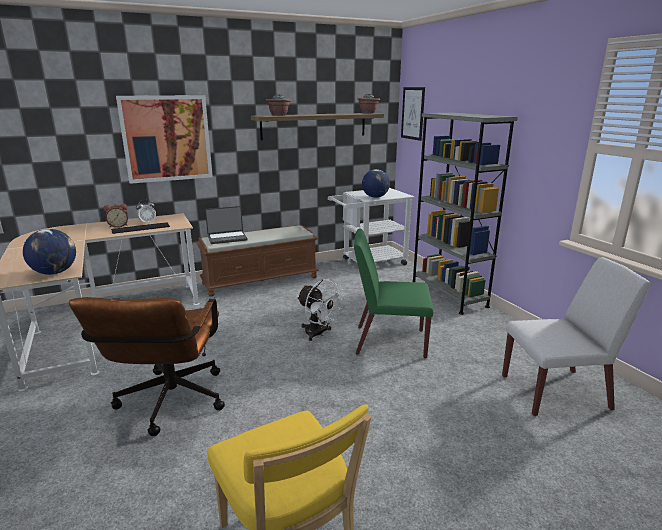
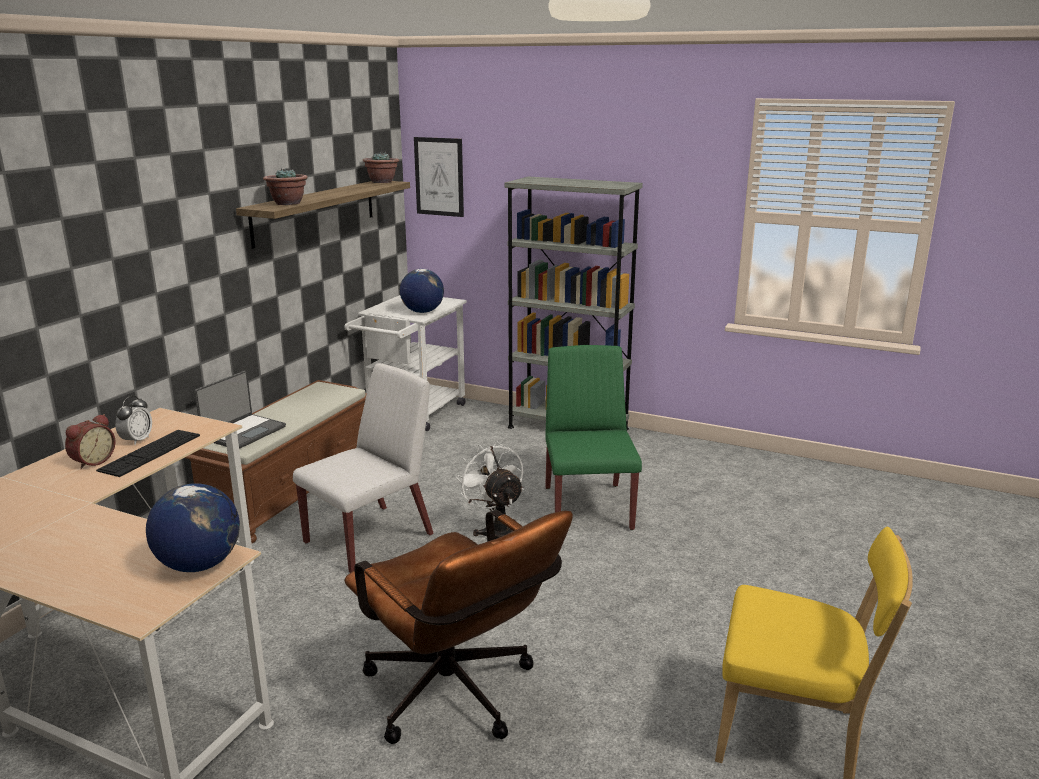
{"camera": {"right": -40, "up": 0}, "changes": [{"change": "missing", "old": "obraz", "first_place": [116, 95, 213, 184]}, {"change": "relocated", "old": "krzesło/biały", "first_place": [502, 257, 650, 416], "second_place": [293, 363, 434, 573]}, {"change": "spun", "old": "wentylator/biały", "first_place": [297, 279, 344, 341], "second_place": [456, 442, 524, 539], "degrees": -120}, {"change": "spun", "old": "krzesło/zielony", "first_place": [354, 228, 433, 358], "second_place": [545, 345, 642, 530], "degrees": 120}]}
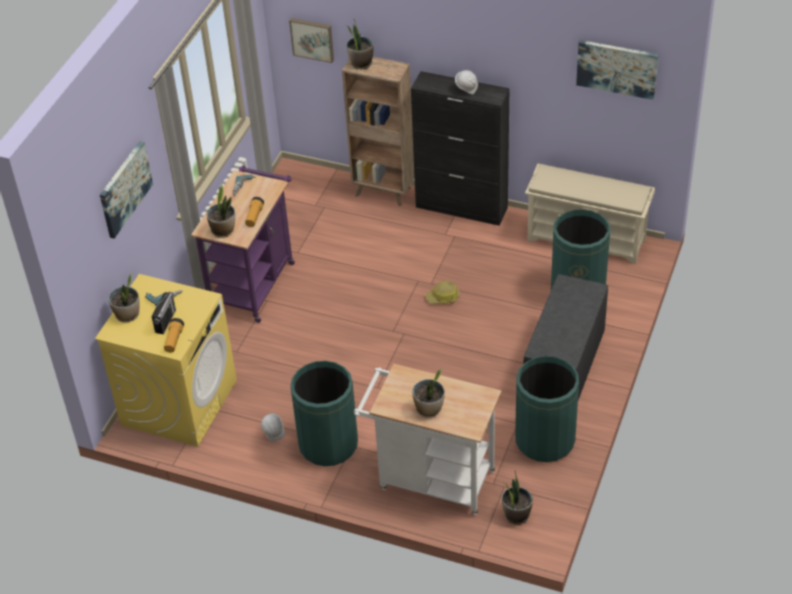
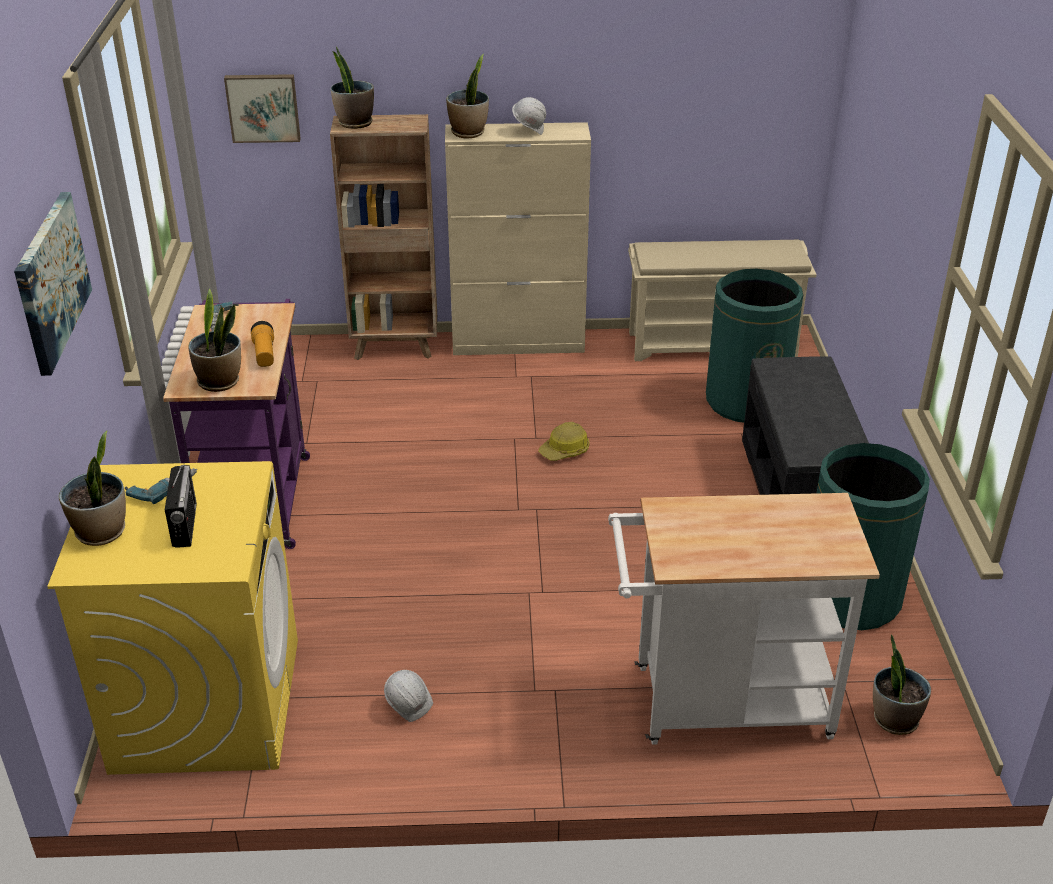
{"camera": {"right": -25, "up": -10}, "changes": [{"change": "missing", "old": "latarka", "first_place": [164, 318, 184, 352]}, {"change": "missing", "old": "kosz na śmieci/zielony", "first_place": [290, 361, 358, 466]}, {"change": "missing", "old": "obraz", "first_place": [576, 40, 659, 100]}, {"change": "relocated", "old": "roślina doniczkowa", "first_place": [412, 368, 445, 418], "second_place": [446, 54, 489, 138]}, {"change": "colour", "old": "szafka/czarny", "new": "szafka/beżowy", "first_place": [411, 71, 510, 226], "second_place": [445, 122, 591, 355]}]}
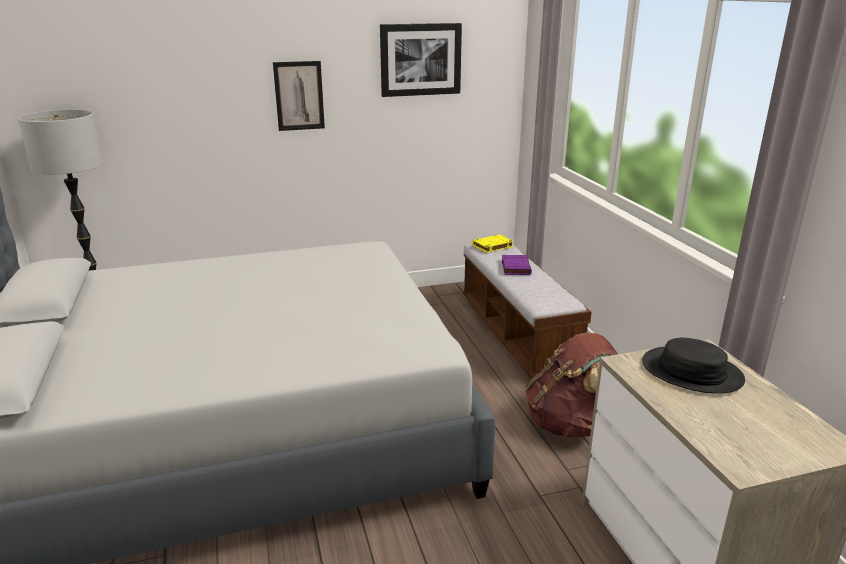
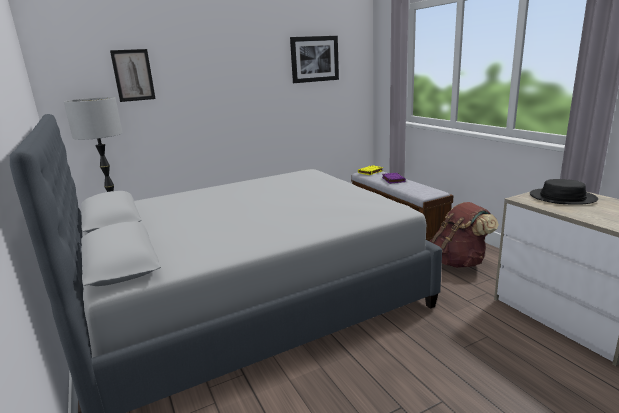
{"camera": {"right": -10, "up": -5}, "changes": [{"change": "relocated", "old": "obraz", "first_place": [273, 61, 325, 131], "second_place": [110, 49, 156, 102]}]}
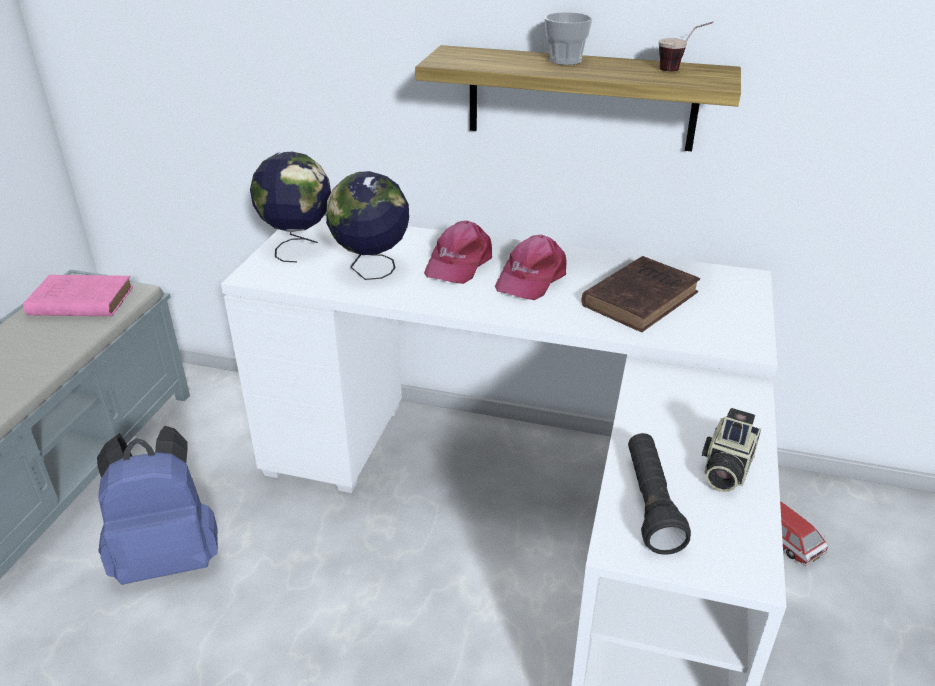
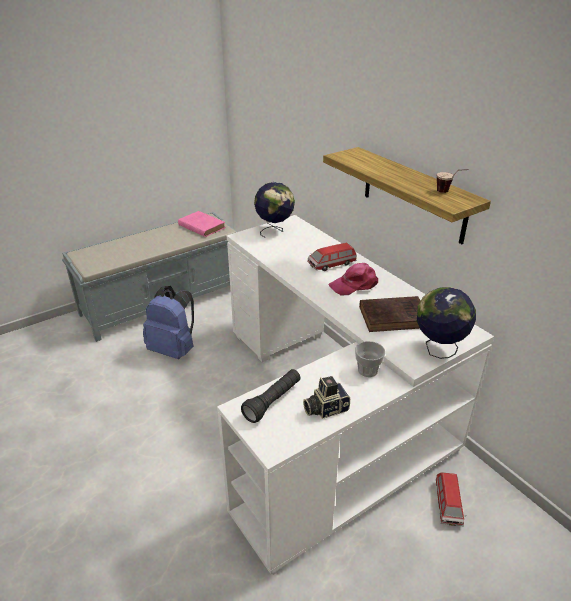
{"camera": {"right": 40, "up": 0}, "changes": [{"change": "relocated", "old": "globus", "first_place": [326, 171, 409, 280], "second_place": [417, 287, 476, 359]}, {"change": "relocated", "old": "filiżanka", "first_place": [545, 12, 592, 65], "second_place": [355, 341, 385, 377]}, {"change": "exchanged", "old": "czapka z daszkiem/różowy", "new": "samochodzik", "first_place": [424, 220, 492, 284], "second_place": [307, 243, 357, 271]}]}
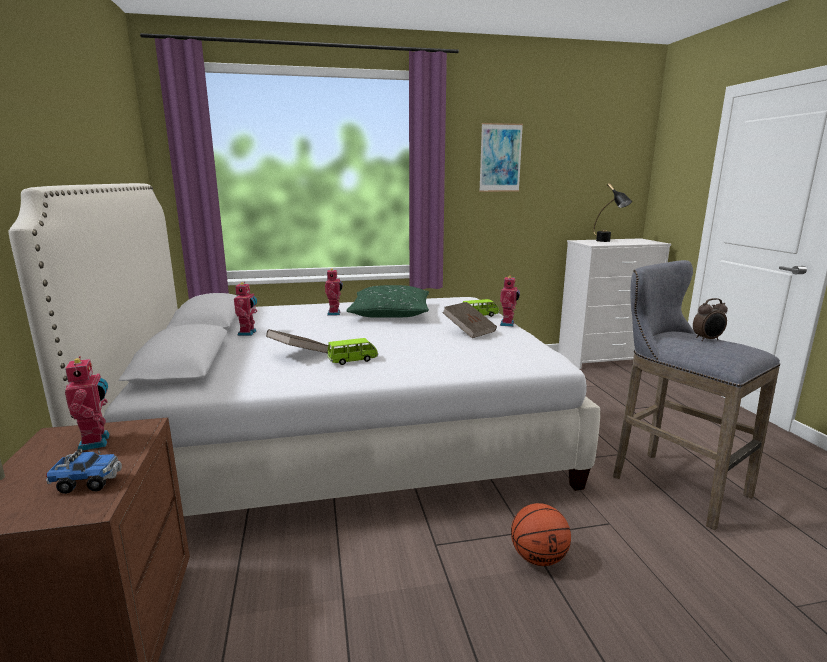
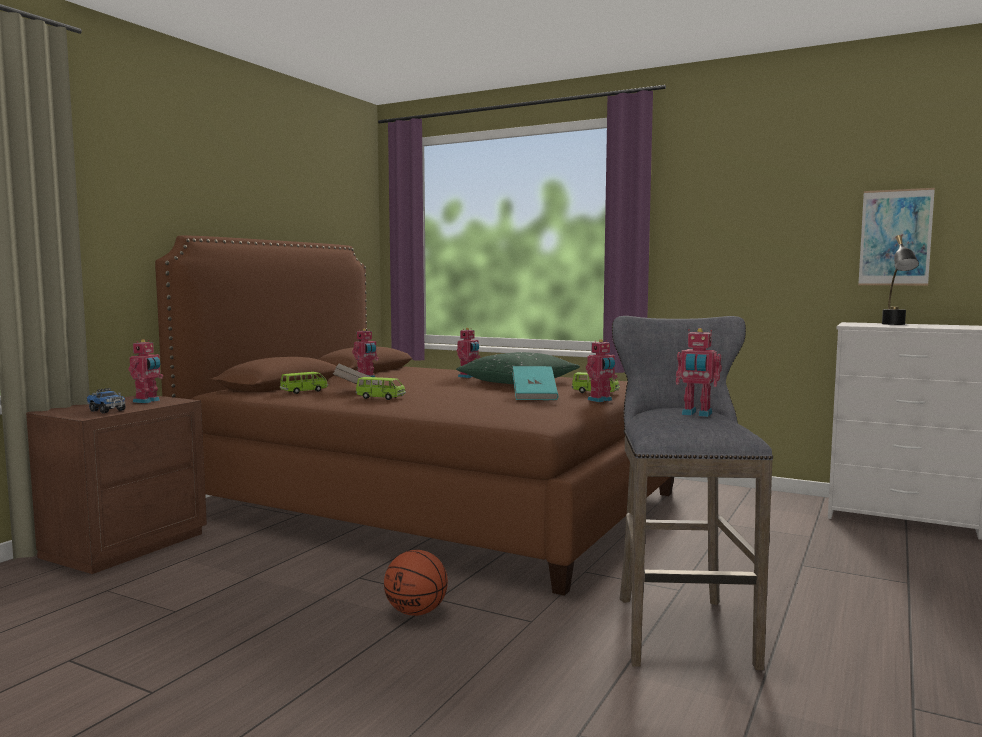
{"camera": {"right": 40, "up": -10}, "changes": [{"change": "appeared", "new": "samochodzik/zielony", "second_place": [280, 372, 328, 394]}, {"change": "relocated", "old": "obraz", "first_place": [479, 123, 523, 192], "second_place": [858, 188, 935, 285]}, {"change": "exchanged", "old": "budzik", "new": "robot zabawkowy", "first_place": [693, 298, 728, 341], "second_place": [676, 328, 722, 417]}, {"change": "colour", "old": "łóżko/biały", "new": "łóżko/brązowy", "first_place": [9, 183, 600, 516], "second_place": [155, 235, 674, 596]}, {"change": "colour", "old": "książka/brązowy", "new": "książka/turkusowy", "first_place": [442, 302, 497, 338], "second_place": [512, 366, 558, 400]}]}
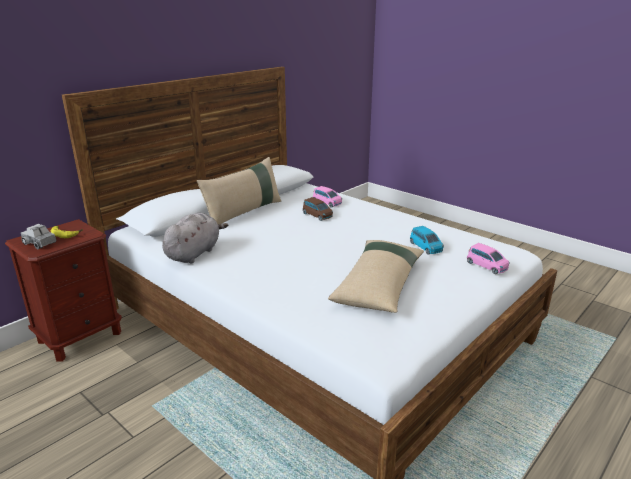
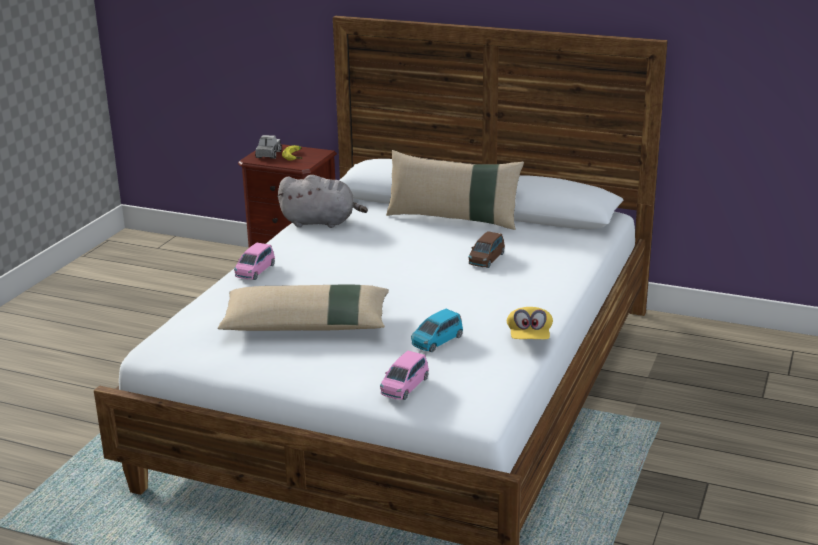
{"camera": {"right": 70, "up": 0}, "changes": [{"change": "appeared", "new": "czapka z daszkiem/żółty", "second_place": [507, 307, 553, 339]}, {"change": "relocated", "old": "samochodzik/różowy", "first_place": [313, 186, 342, 208], "second_place": [234, 243, 275, 280]}]}
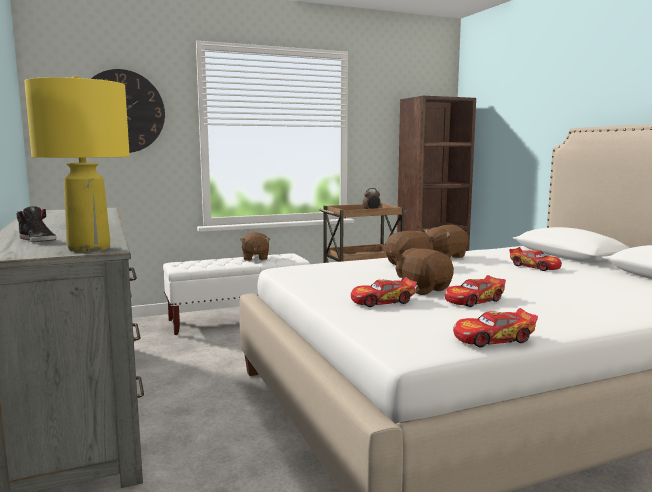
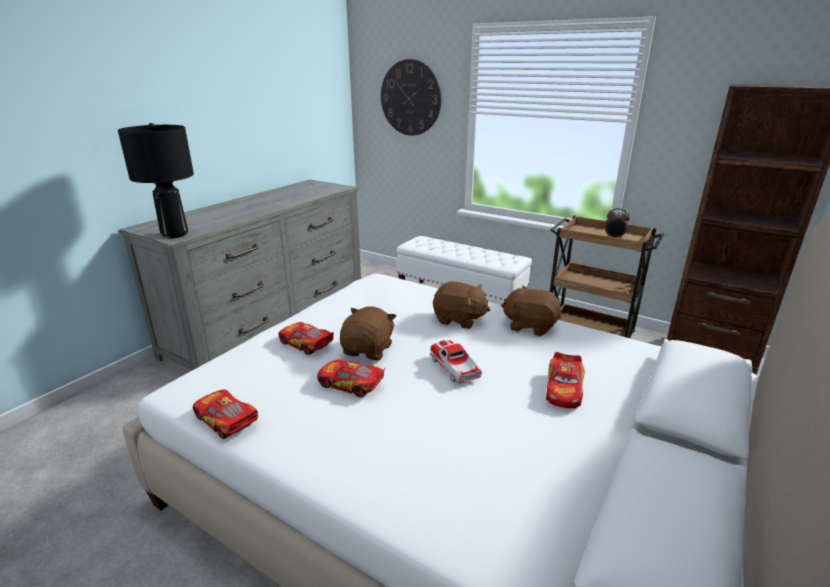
{"camera": {"right": 55, "up": 15}, "changes": [{"change": "missing", "old": "but/czarny", "first_place": [17, 206, 56, 242]}, {"change": "missing", "old": "pluszak/brązowy", "first_place": [240, 232, 270, 261]}, {"change": "appeared", "new": "samochodzik", "second_place": [430, 340, 482, 383]}, {"change": "colour", "old": "lampa stołowa/żółty", "new": "lampa stołowa/czarny", "first_place": [24, 76, 130, 252], "second_place": [118, 123, 194, 238]}]}
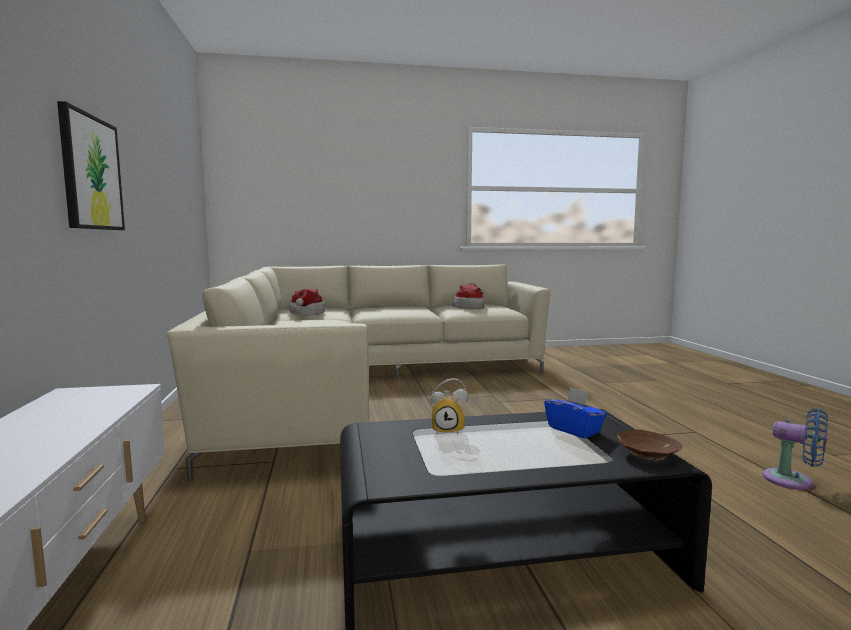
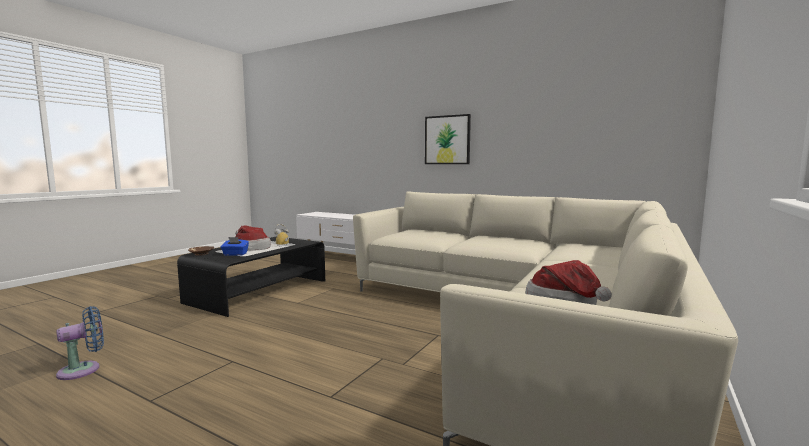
{"camera": {"right": 130, "up": 0}, "changes": [{"change": "relocated", "old": "kapelusz", "first_place": [289, 289, 325, 315], "second_place": [235, 225, 271, 251]}, {"change": "spun", "old": "wentylator/niebieski", "first_place": [763, 408, 828, 490], "second_place": [56, 306, 104, 380], "degrees": 150}]}
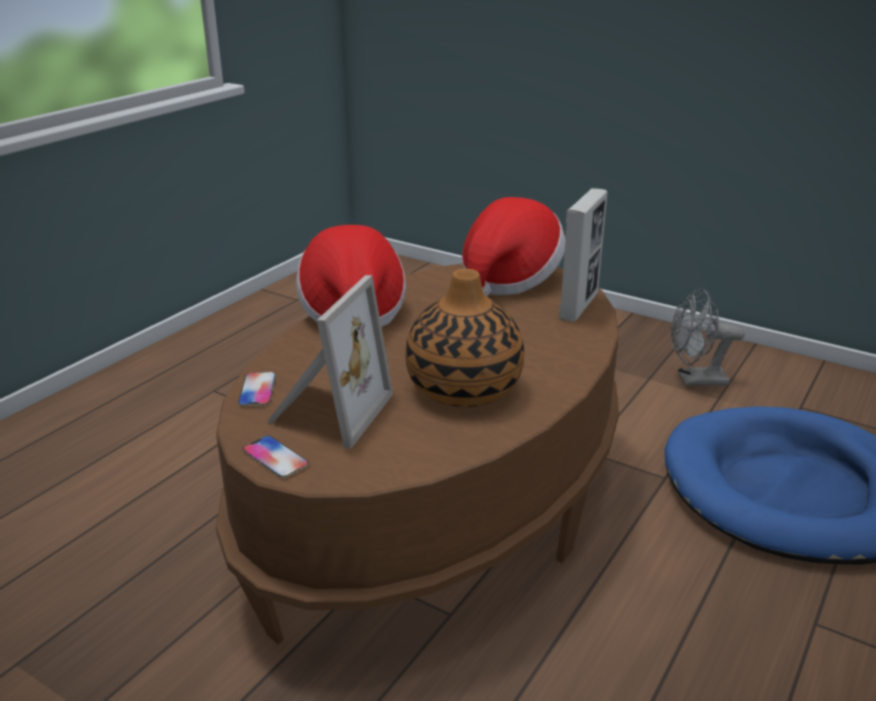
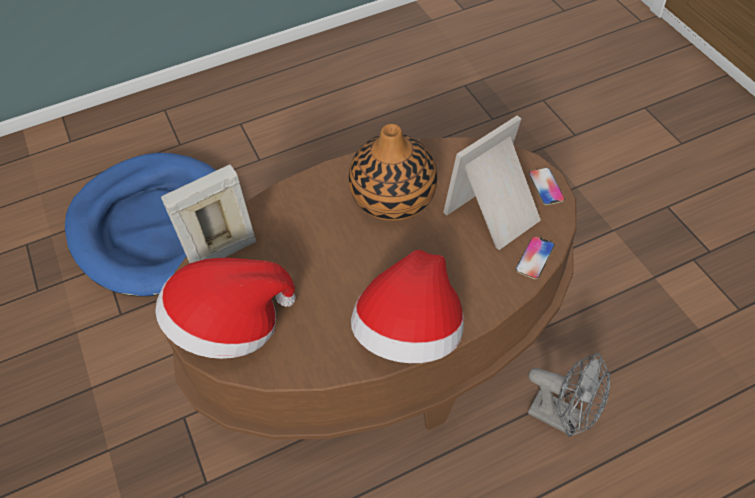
{"camera": {"right": -145, "up": 25}, "changes": [{"change": "relocated", "old": "wentylator/szary", "first_place": [671, 288, 745, 386], "second_place": [528, 353, 610, 437]}]}
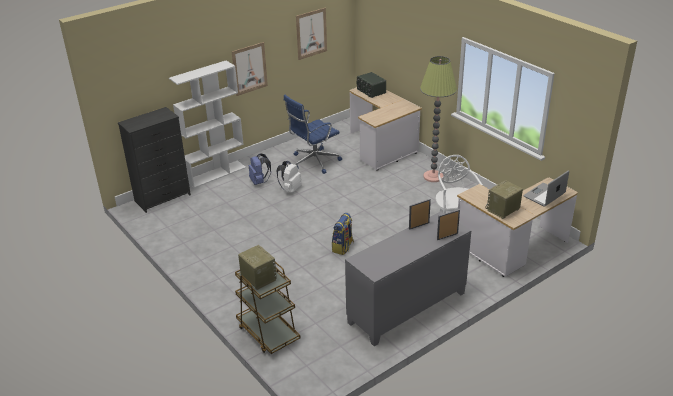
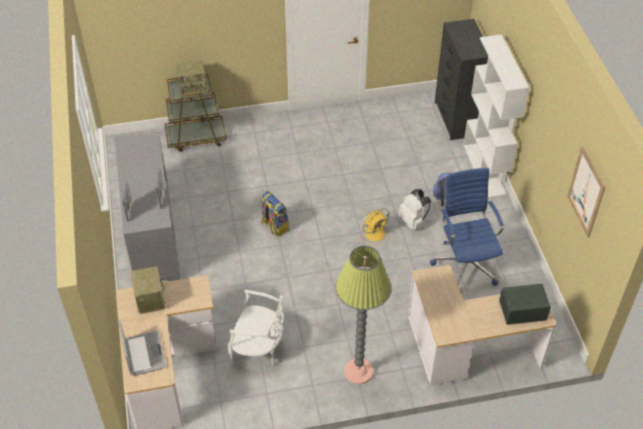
{"camera": {"right": 115, "up": 15}, "changes": [{"change": "missing", "old": "obraz", "first_place": [232, 42, 268, 96]}, {"change": "appeared", "new": "wentylator/żółty", "second_place": [358, 208, 391, 246]}]}
